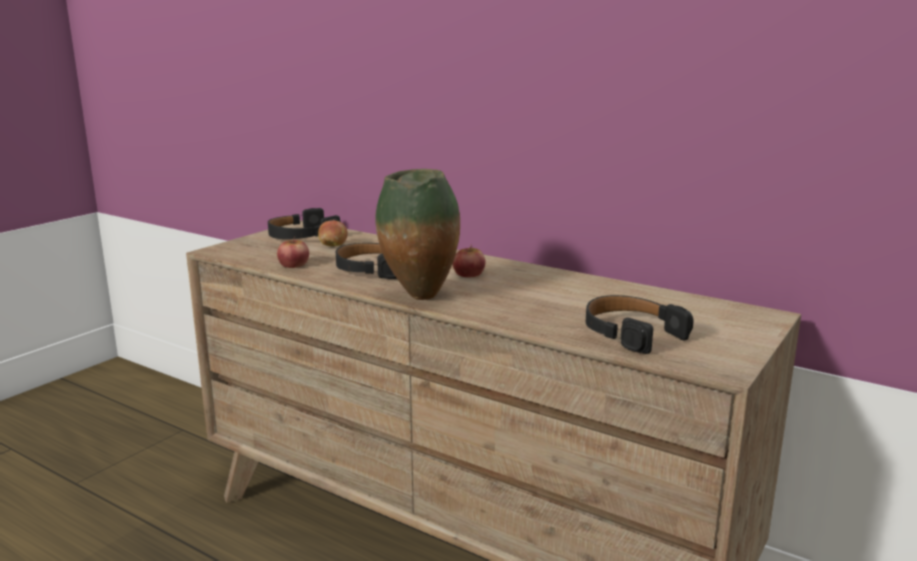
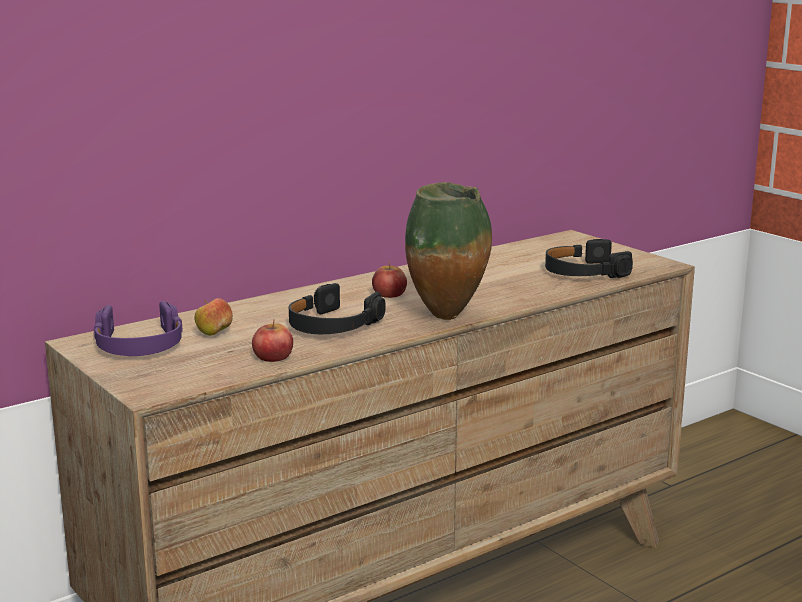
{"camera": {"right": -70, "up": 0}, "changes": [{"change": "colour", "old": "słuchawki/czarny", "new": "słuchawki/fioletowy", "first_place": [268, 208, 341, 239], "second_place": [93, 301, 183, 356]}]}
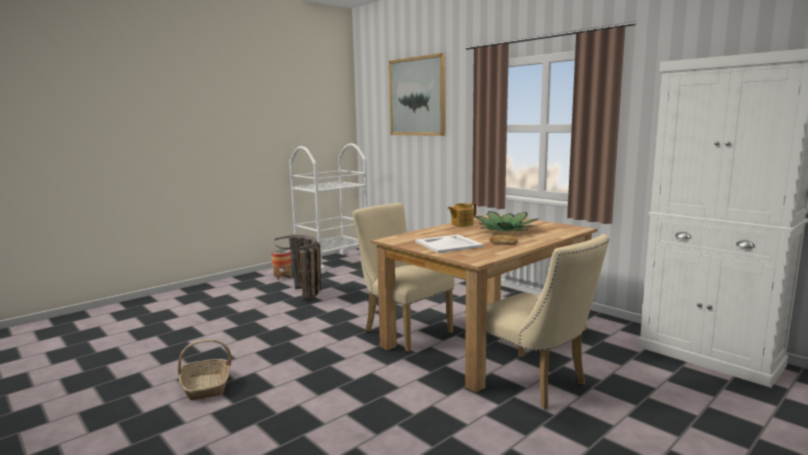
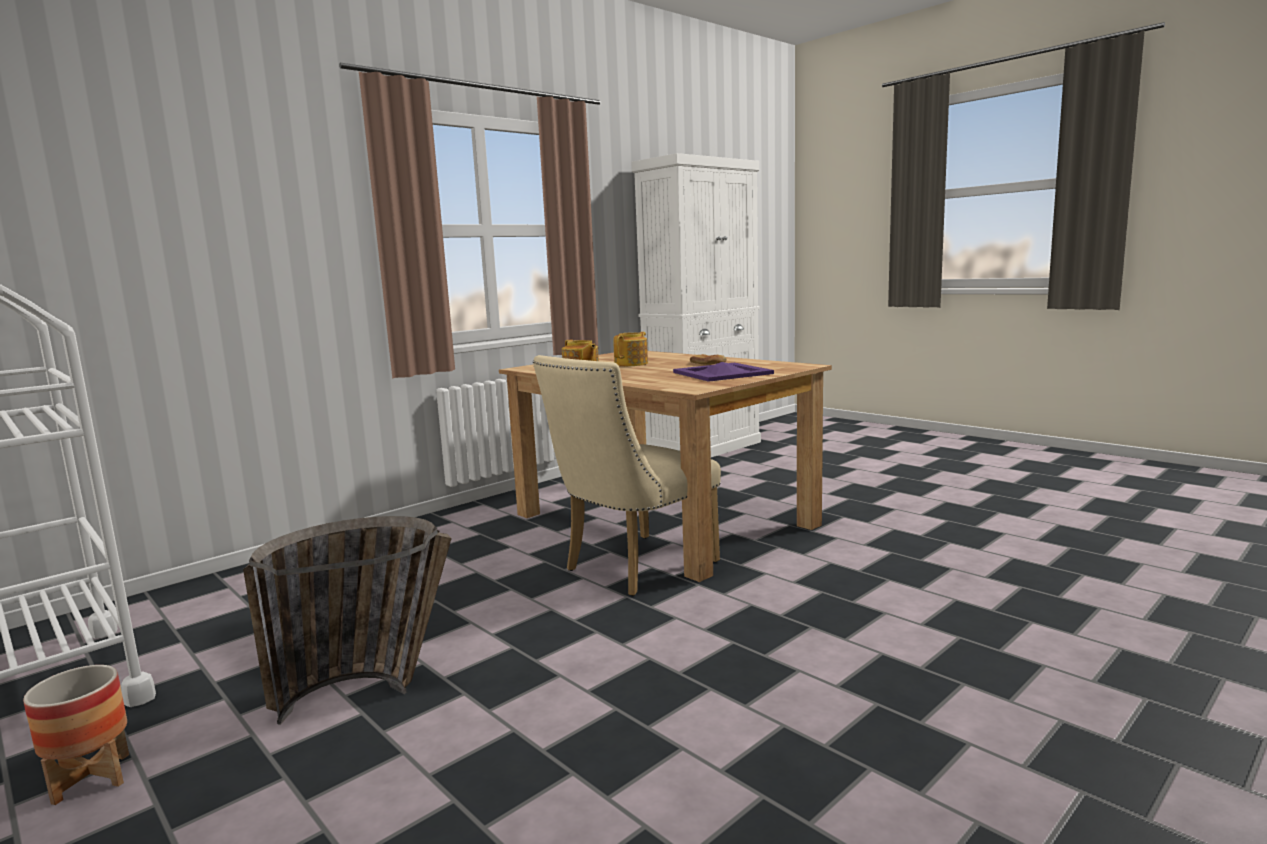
{"camera": {"right": -90, "up": 0}, "changes": [{"change": "missing", "old": "koszyk", "first_place": [178, 339, 231, 400]}, {"change": "missing", "old": "obraz", "first_place": [389, 53, 445, 136]}, {"change": "missing", "old": "krzesło/beżowy", "first_place": [486, 234, 609, 409]}, {"change": "exchanged", "old": "roślina doniczkowa", "new": "imbryk", "first_place": [474, 211, 538, 232], "second_place": [613, 332, 648, 366]}, {"change": "colour", "old": "taca/biały", "new": "taca/fioletowy", "first_place": [415, 235, 484, 253], "second_place": [673, 362, 774, 382]}]}
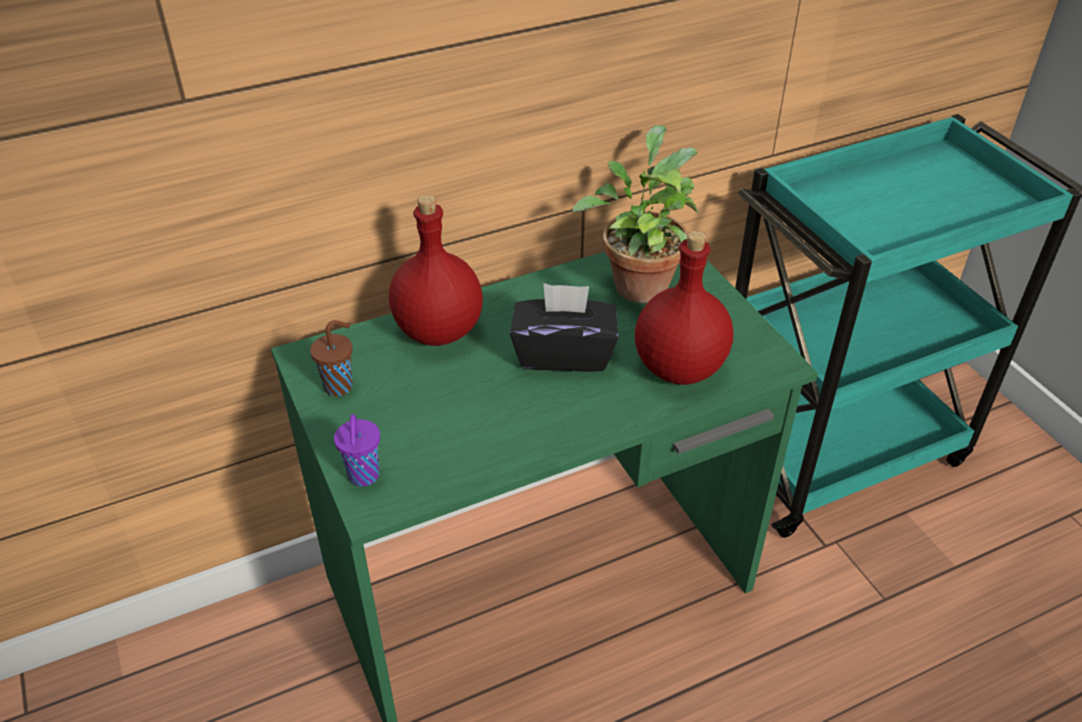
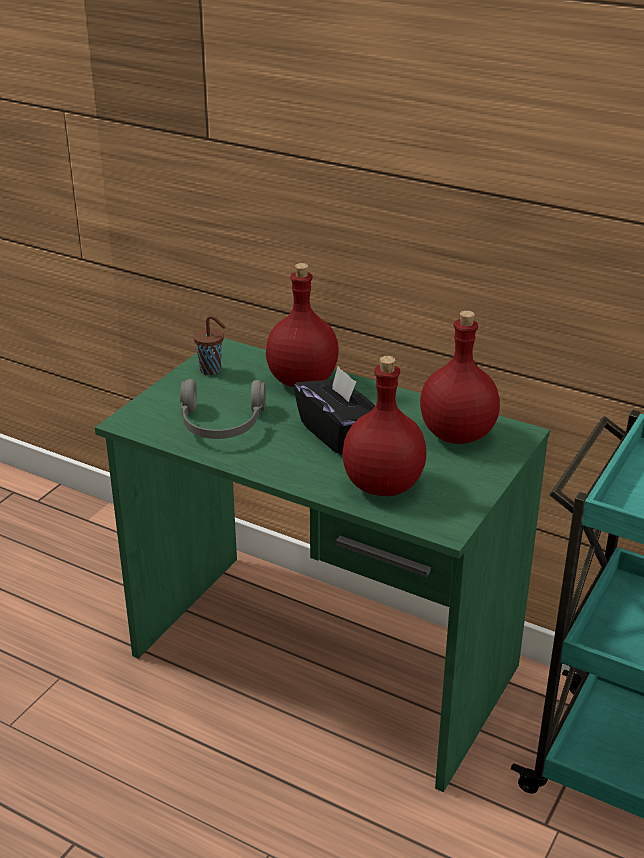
{"camera": {"right": 55, "up": -10}, "changes": [{"change": "missing", "old": "filiżanka/fioletowy", "first_place": [334, 414, 380, 486]}, {"change": "appeared", "new": "słuchawki/szary", "second_place": [180, 379, 266, 439]}, {"change": "exchanged", "old": "roślina doniczkowa", "new": "butelka/czerwony", "first_place": [573, 125, 698, 303], "second_place": [420, 310, 500, 444]}]}
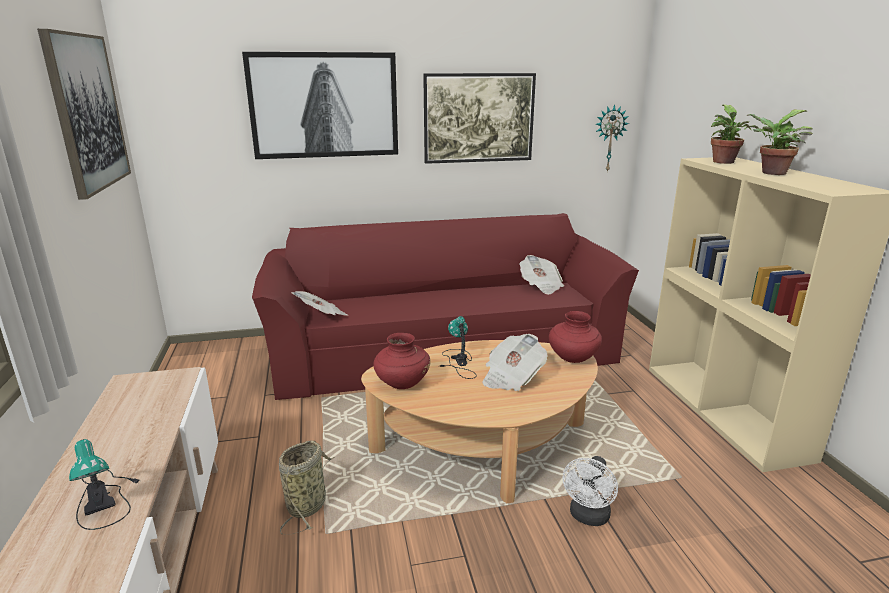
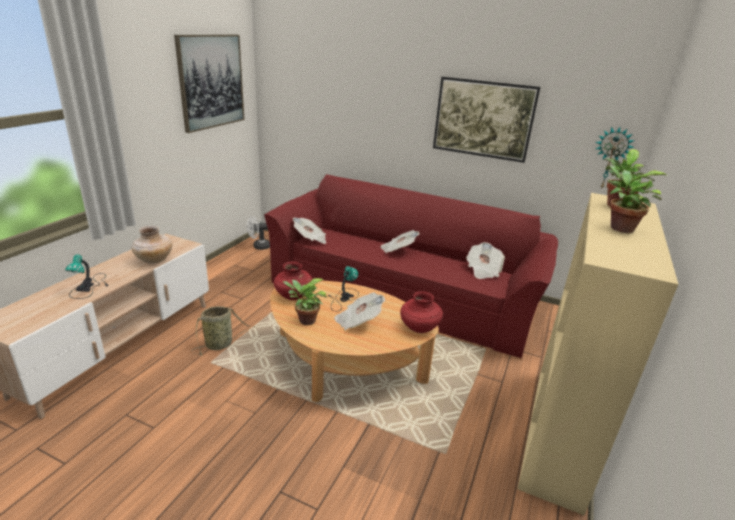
{"camera": {"right": 35, "up": 5}, "changes": [{"change": "missing", "old": "obraz", "first_place": [242, 52, 398, 159]}, {"change": "appeared", "new": "wazon/beżowy", "second_place": [131, 226, 172, 264]}, {"change": "appeared", "new": "roślina doniczkowa", "second_place": [283, 278, 327, 325]}, {"change": "appeared", "new": "gazeta", "second_place": [380, 230, 420, 253]}, {"change": "relocated", "old": "wentylator/biały", "first_place": [563, 456, 618, 526], "second_place": [247, 216, 270, 250]}]}
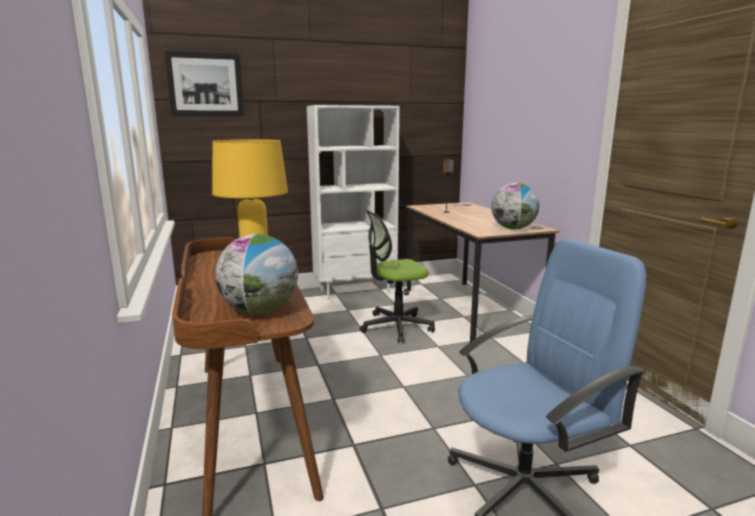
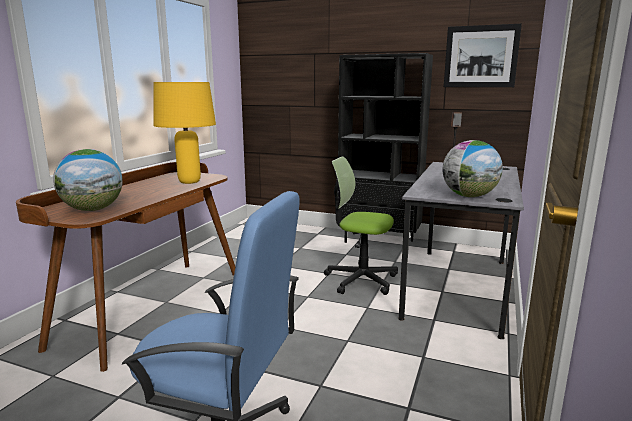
{"camera": {"right": 40, "up": 0}, "changes": [{"change": "relocated", "old": "obraz", "first_place": [164, 50, 244, 116], "second_place": [444, 24, 522, 87]}, {"change": "colour", "old": "regał/biały", "new": "regał/czarny", "first_place": [307, 105, 400, 300], "second_place": [338, 53, 433, 243]}, {"change": "colour", "old": "biurko/brązowy", "new": "biurko/szary", "first_place": [406, 202, 559, 342], "second_place": [398, 162, 524, 339]}]}
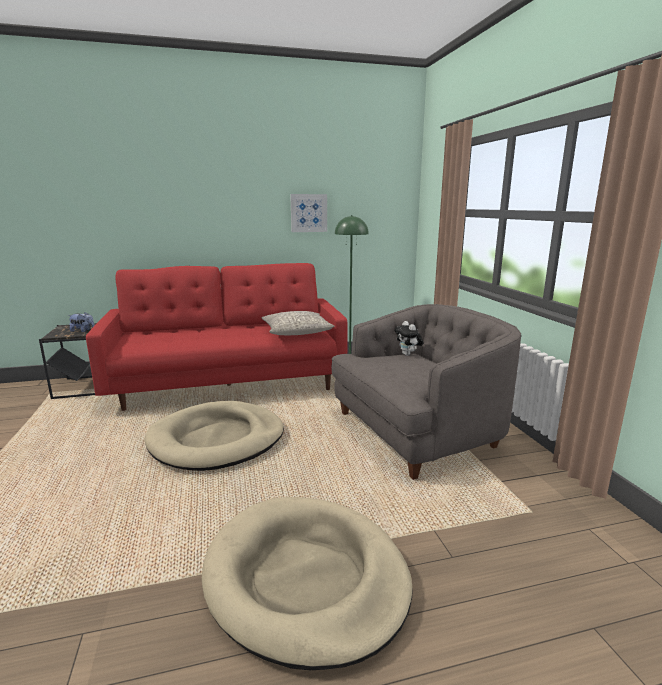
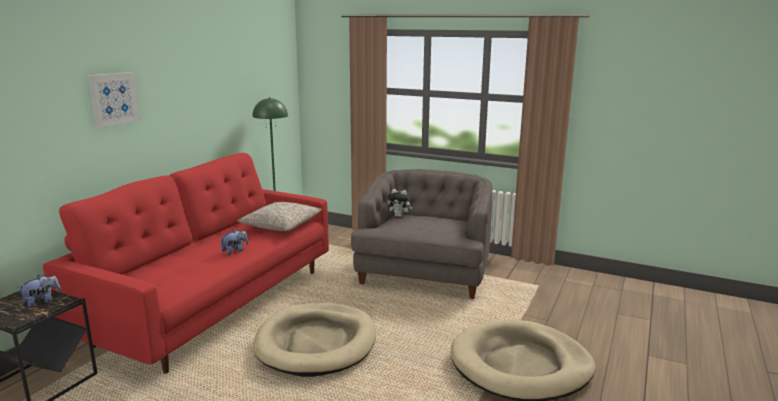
{"camera": {"right": -50, "up": 0}, "changes": [{"change": "appeared", "new": "pluszak", "second_place": [221, 229, 248, 255]}, {"change": "relocated", "old": "obraz", "first_place": [290, 194, 327, 232], "second_place": [88, 72, 140, 128]}]}
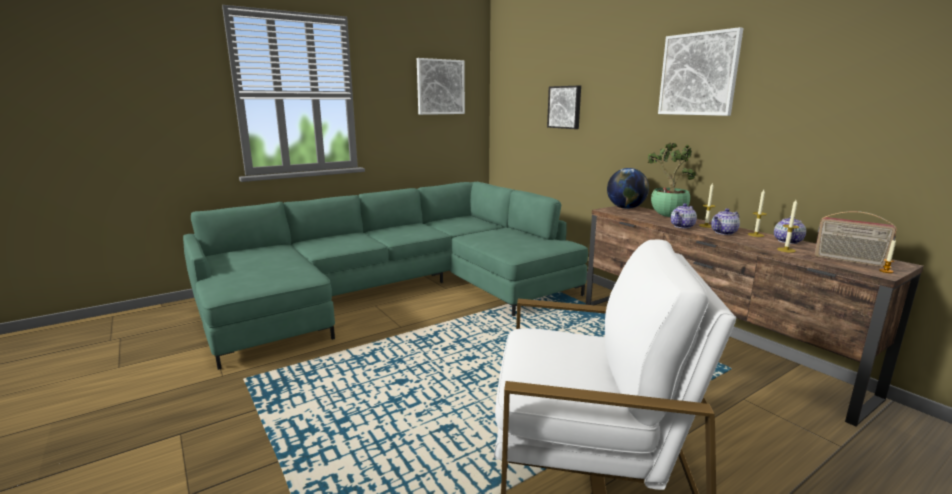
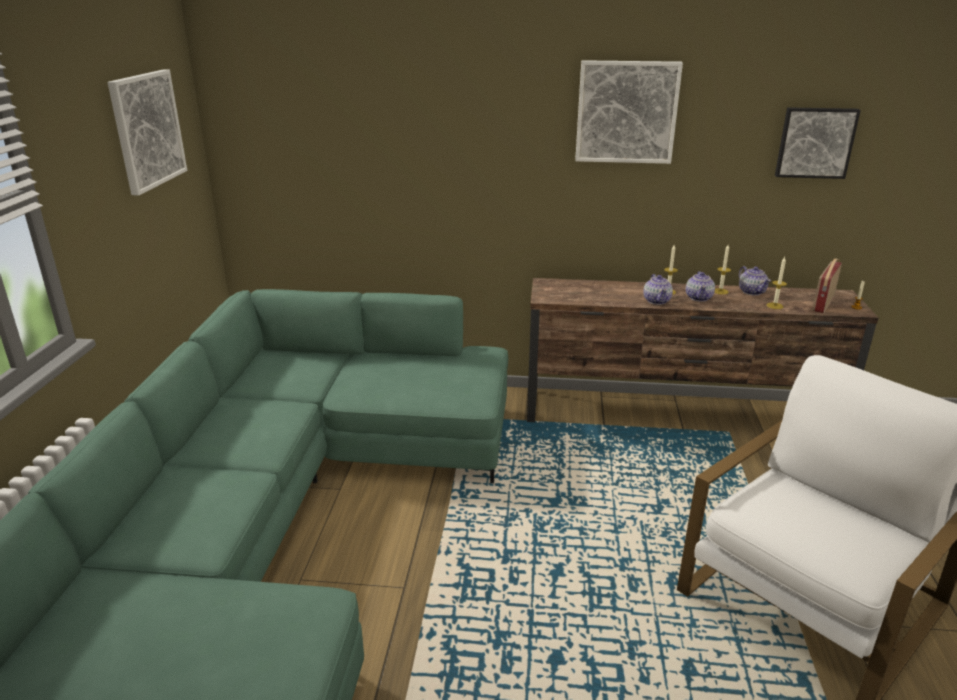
{"camera": {"right": -50, "up": 10}, "changes": [{"change": "missing", "old": "globus", "first_place": [607, 168, 649, 209]}, {"change": "missing", "old": "roślina doniczkowa", "first_place": [648, 143, 697, 217]}, {"change": "relocated", "old": "obraz", "first_place": [547, 86, 581, 129], "second_place": [775, 107, 861, 179]}, {"change": "spun", "old": "radio", "first_place": [814, 211, 897, 267], "second_place": [813, 258, 842, 313], "degrees": 135}]}
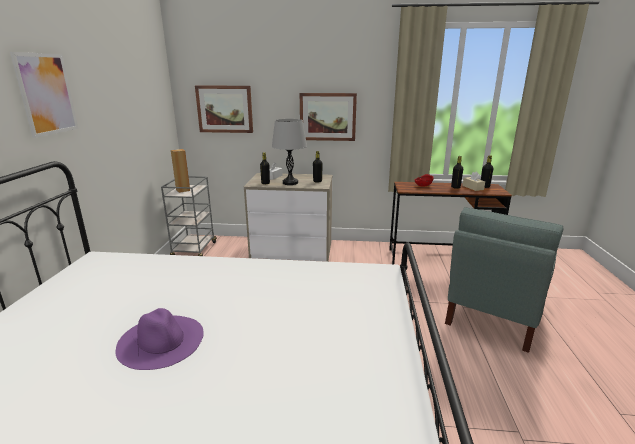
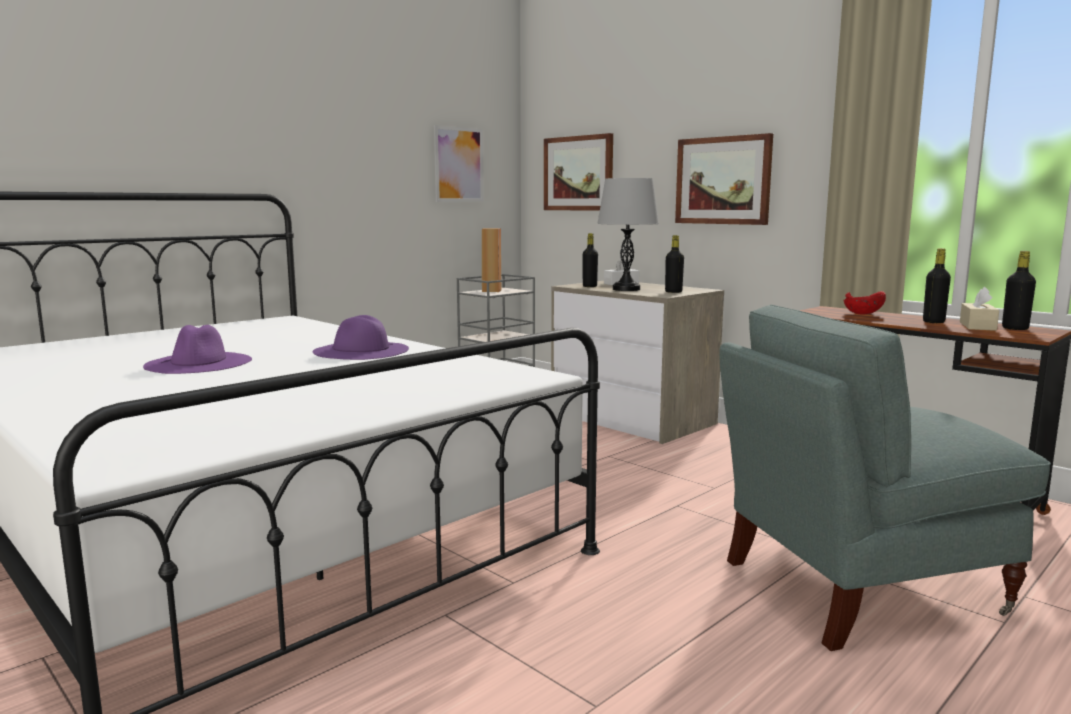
{"camera": {"right": 40, "up": -10}, "changes": [{"change": "appeared", "new": "kapelusz/fioletowy", "second_place": [312, 315, 409, 360]}, {"change": "relocated", "old": "obraz", "first_place": [10, 52, 79, 138], "second_place": [434, 125, 484, 202]}]}
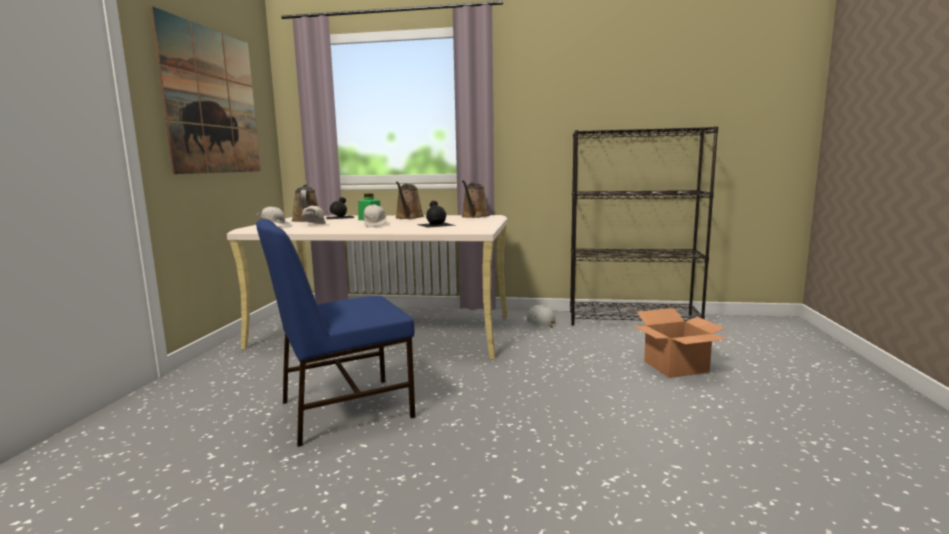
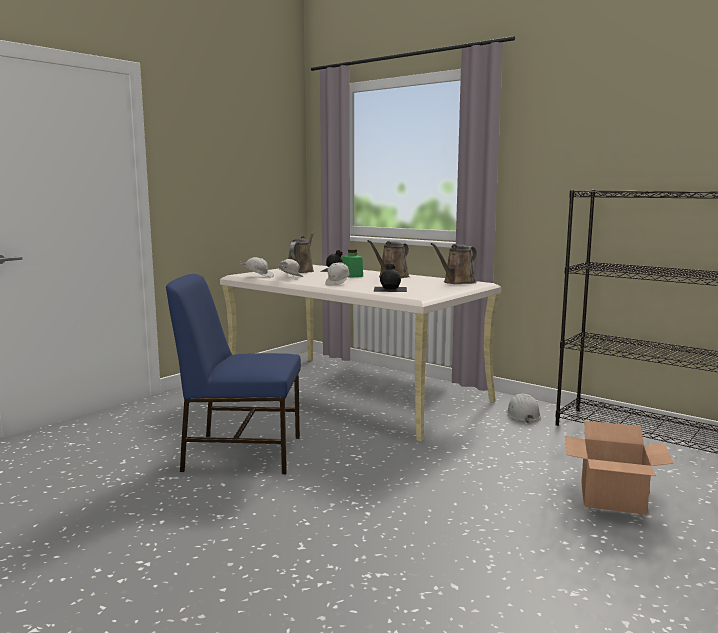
{"camera": {"right": 30, "up": 0}, "changes": [{"change": "missing", "old": "obraz", "first_place": [151, 6, 261, 174]}]}
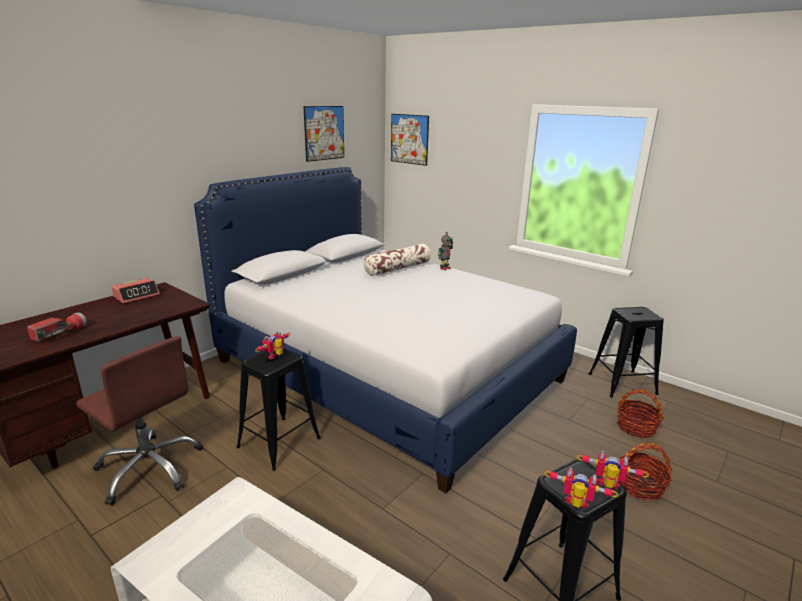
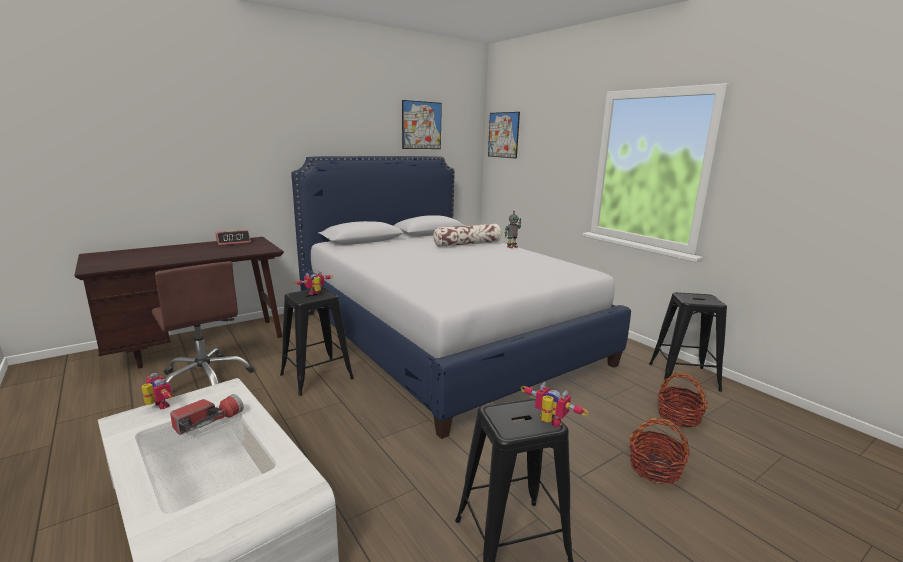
{"camera": {"right": 15, "up": -5}, "changes": [{"change": "relocated", "old": "latarka", "first_place": [27, 312, 87, 342], "second_place": [170, 394, 244, 435]}, {"change": "relocated", "old": "robot zabawkowy", "first_place": [544, 467, 619, 508], "second_place": [142, 373, 172, 409]}]}
